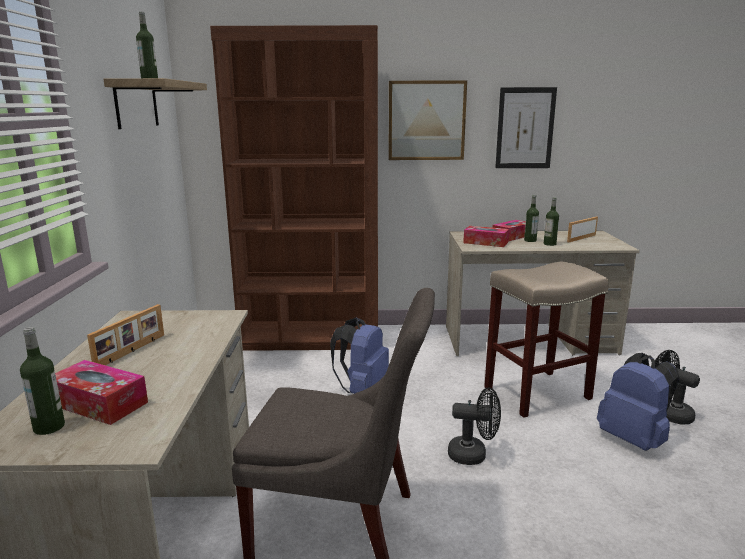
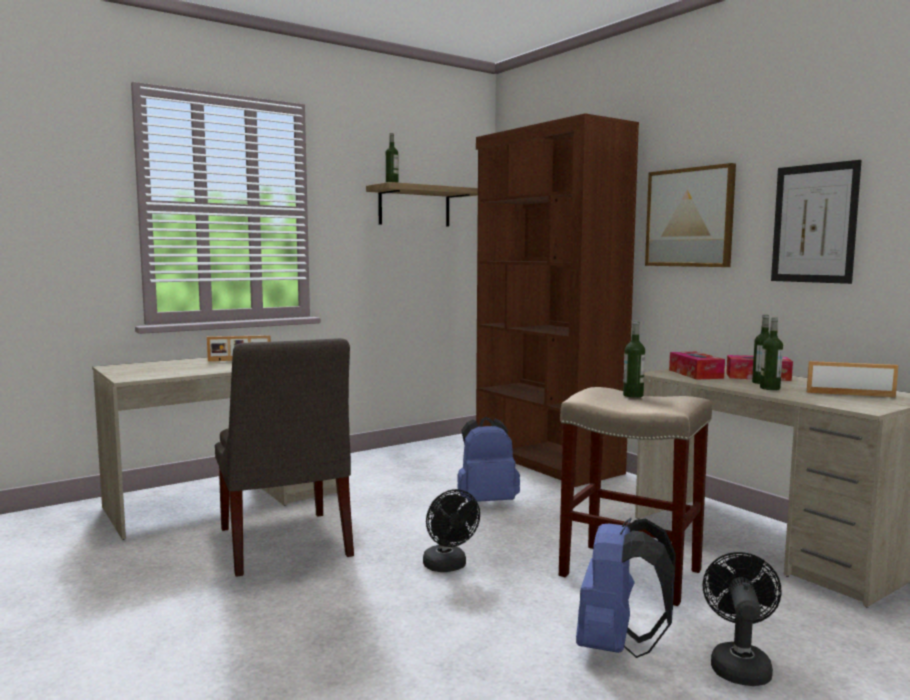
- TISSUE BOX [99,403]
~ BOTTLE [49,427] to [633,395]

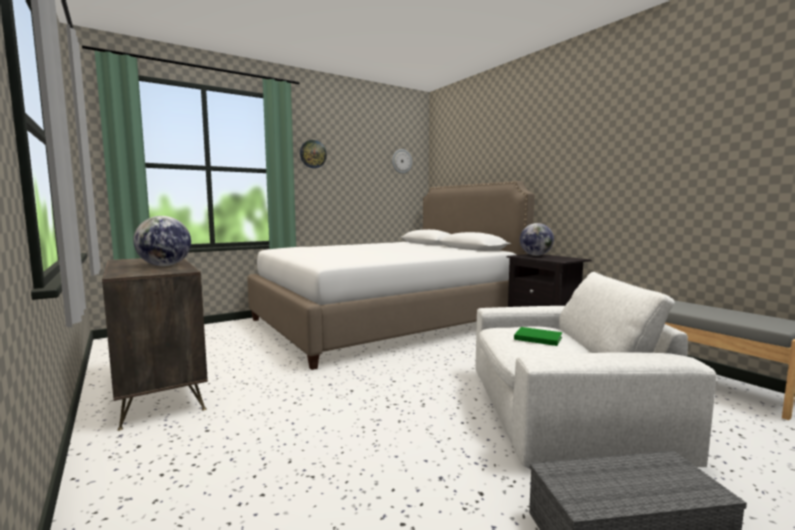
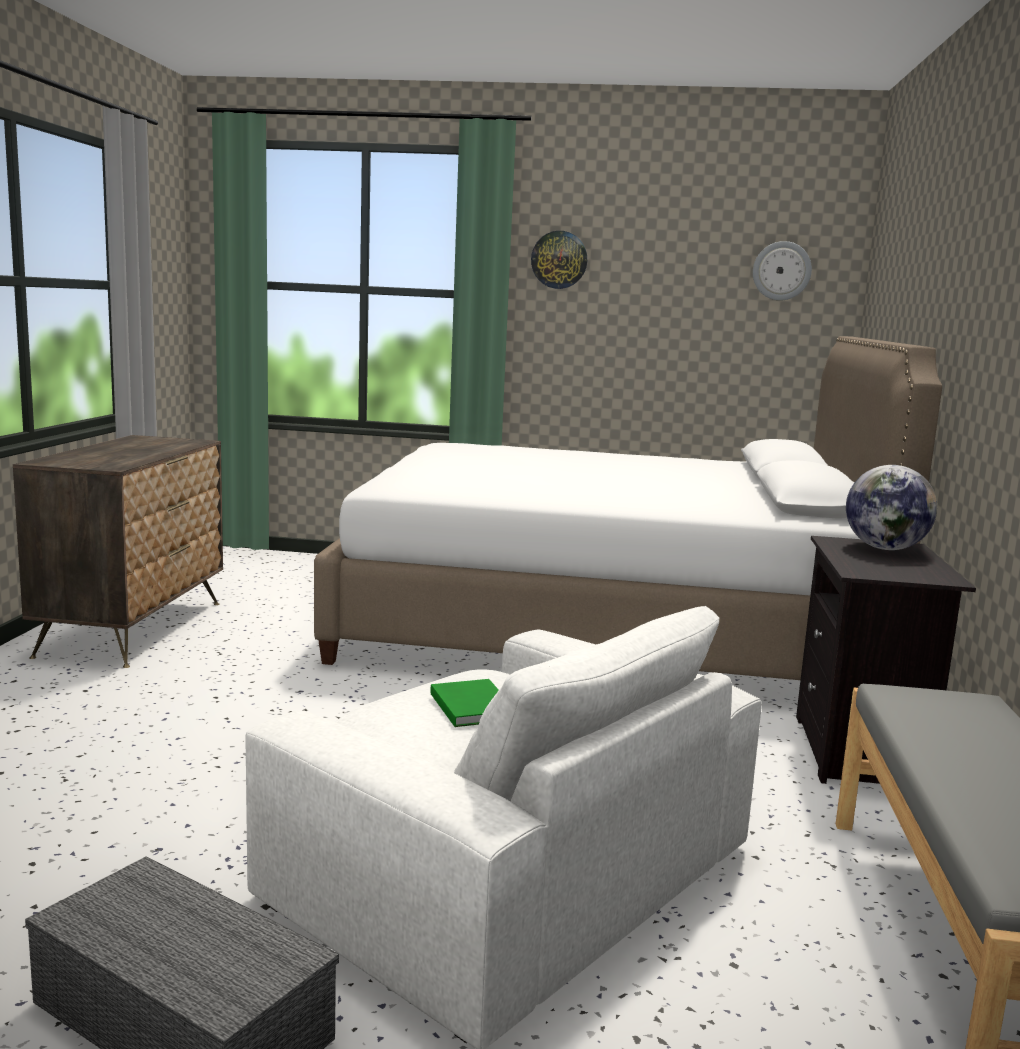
- GLOBE [164,266]

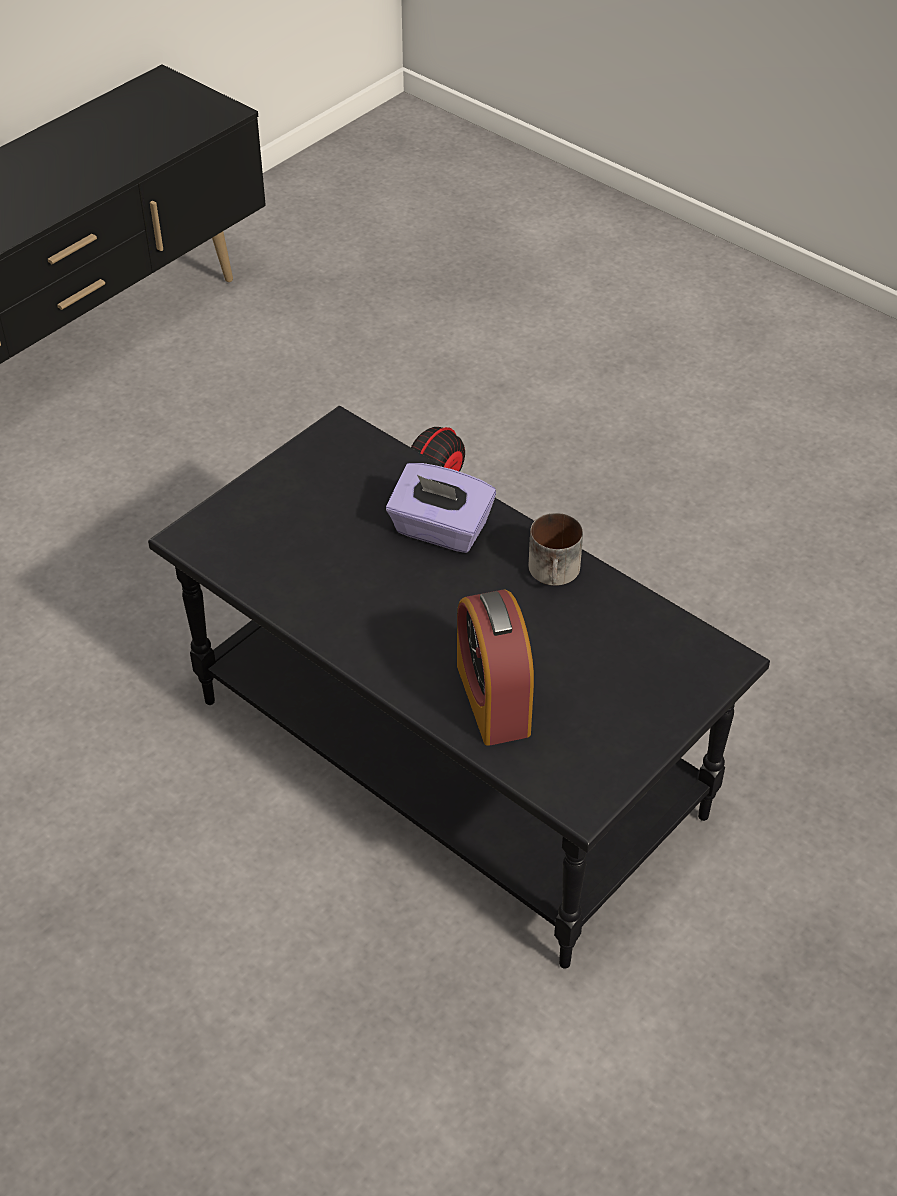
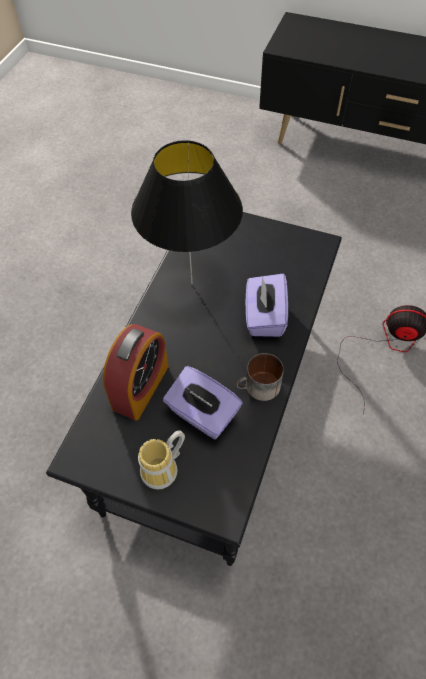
+ BLACK TABLE LAMP [191,283]
+ MUG [165,470]
+ PURPLE TISSUE BOX [202,414]
~ ALARM CLOCK [493,699] = [140,387] 150 degrees clockwise

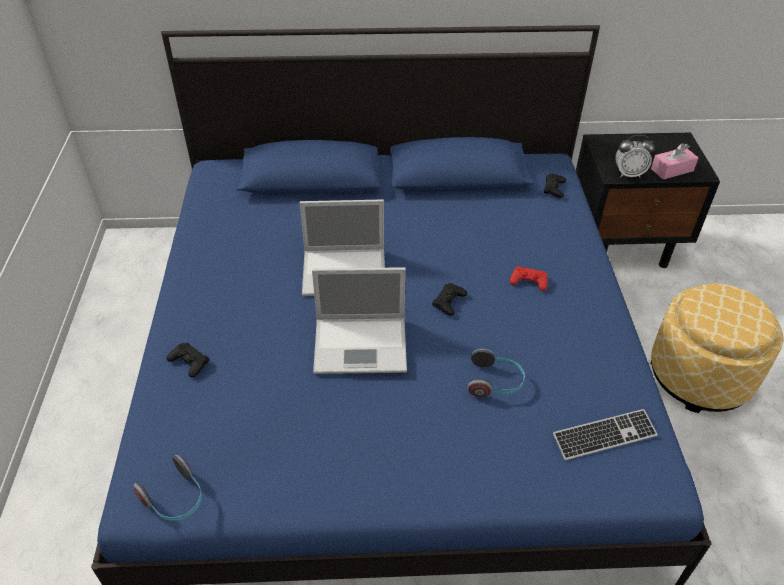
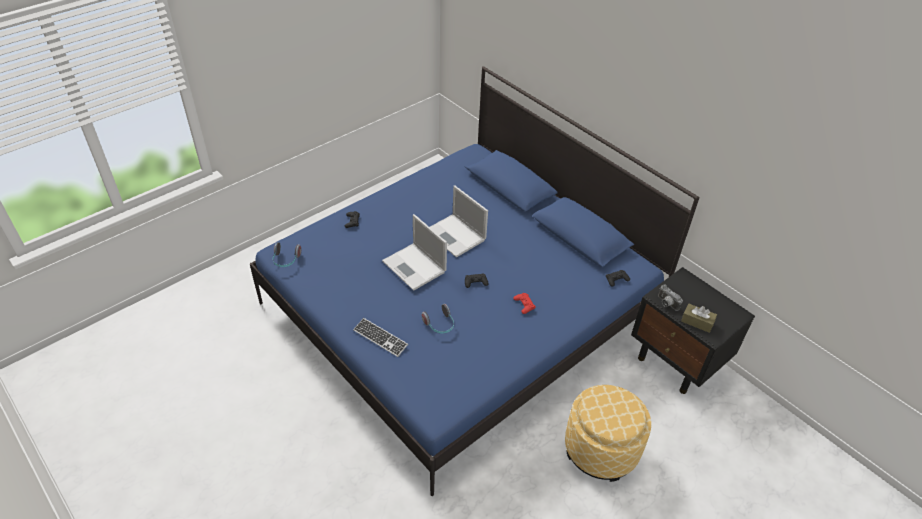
~ KEYBOARD [604,436] to [380,338]
~ ALARM CLOCK [629,174] to PHOTO CAMERA [666,304]
~ PINK TISSUE BOX [672,170] to BROWN TISSUE BOX [697,322]

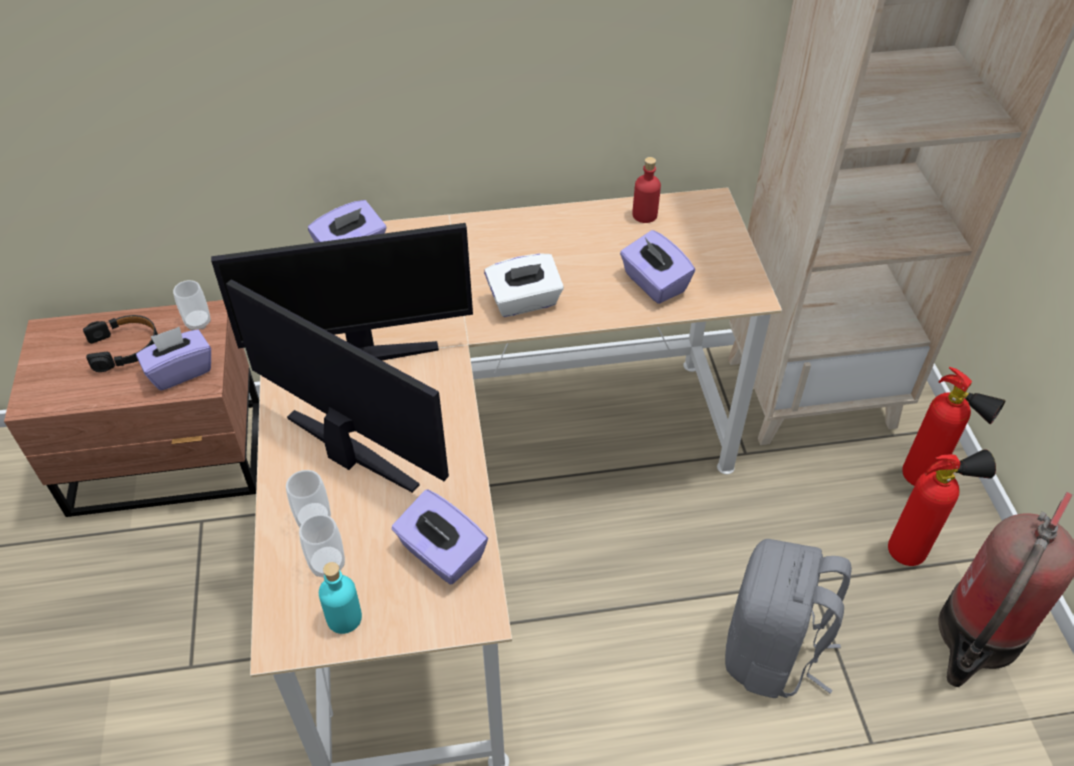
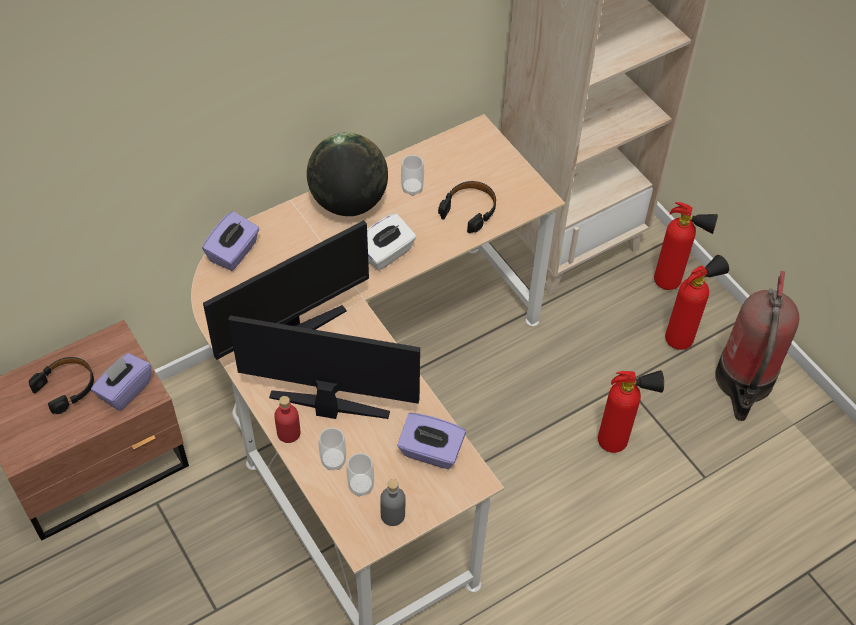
+ GLOBE [349,202]
~ CUP [198,322] to [412,188]
~ RED BOTTLE [644,215] to [288,433]
~ PURPLE TISSUE BOX [654,283] to BLACK HEADPHONES [469,210]
~ GREY BACKPACK [772,652] to FIRE EXTINGUISHER [619,442]
~ TURQUOISE BOTTLE [344,618] to GREY BOTTLE [393,515]

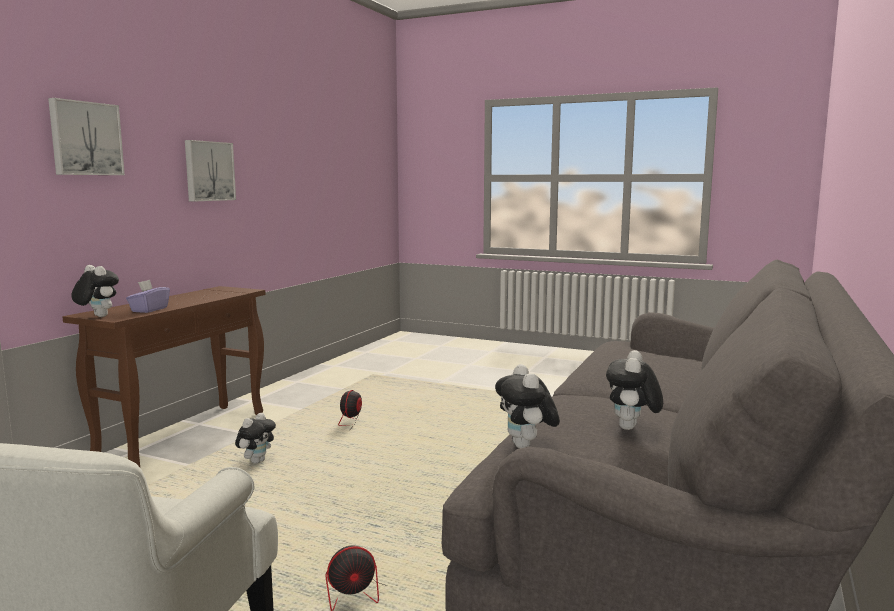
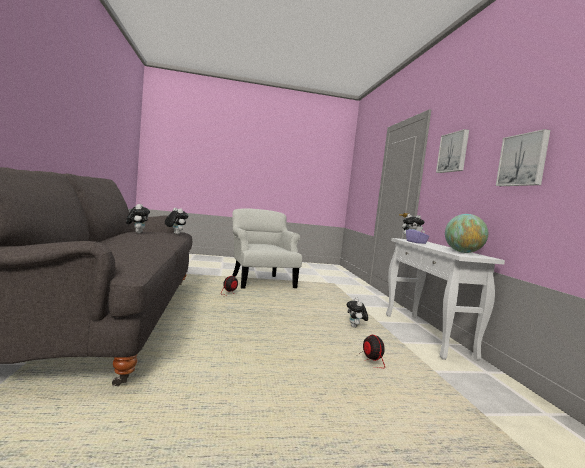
+ GLOBE [463,252]
~ BROWN CONSOLE TABLE [185,435] to WHITE CONSOLE TABLE [427,335]

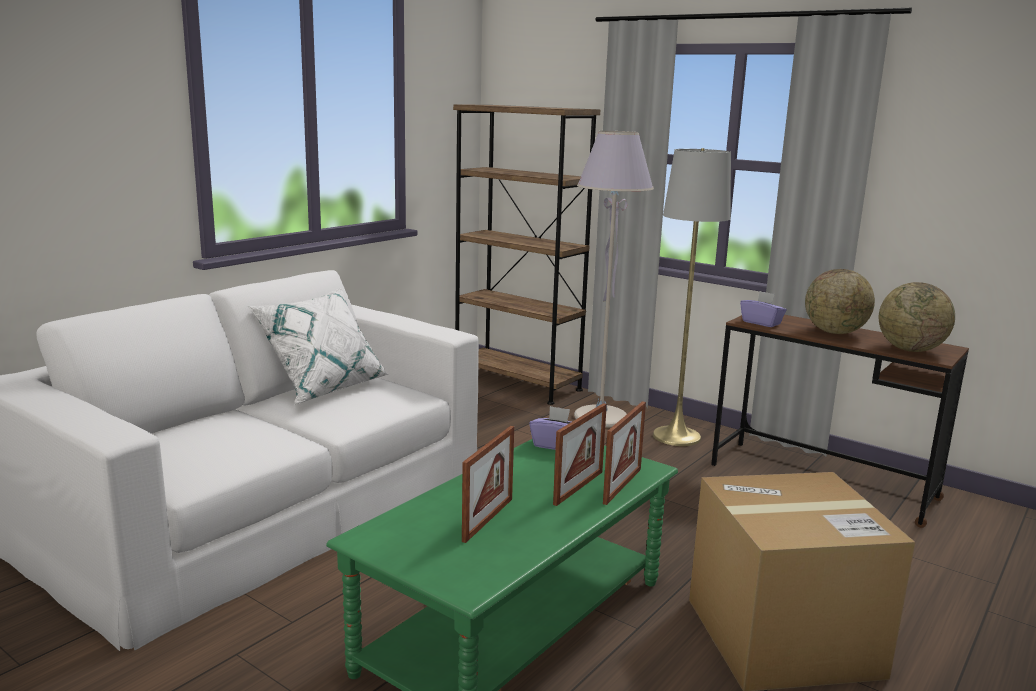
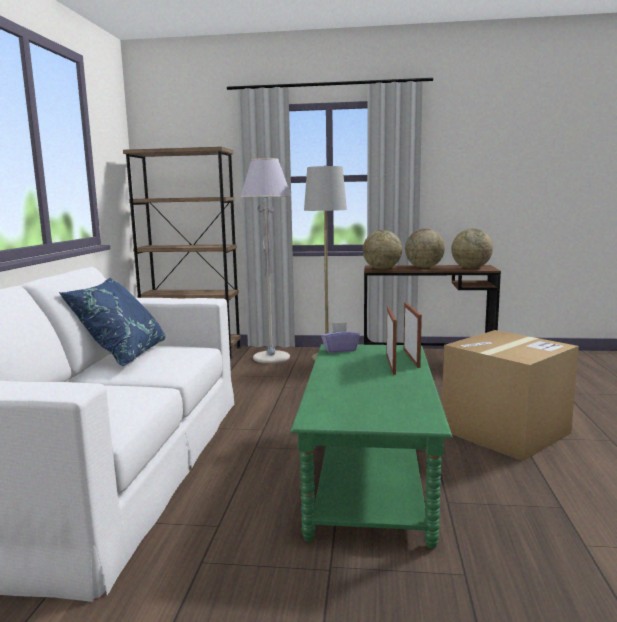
- PICTURE FRAME [488,519]
~ PURPLE TISSUE BOX [761,323] to GLOBE [382,269]
~ WHITE PILLOW [324,387] to BLUE PILLOW [122,356]

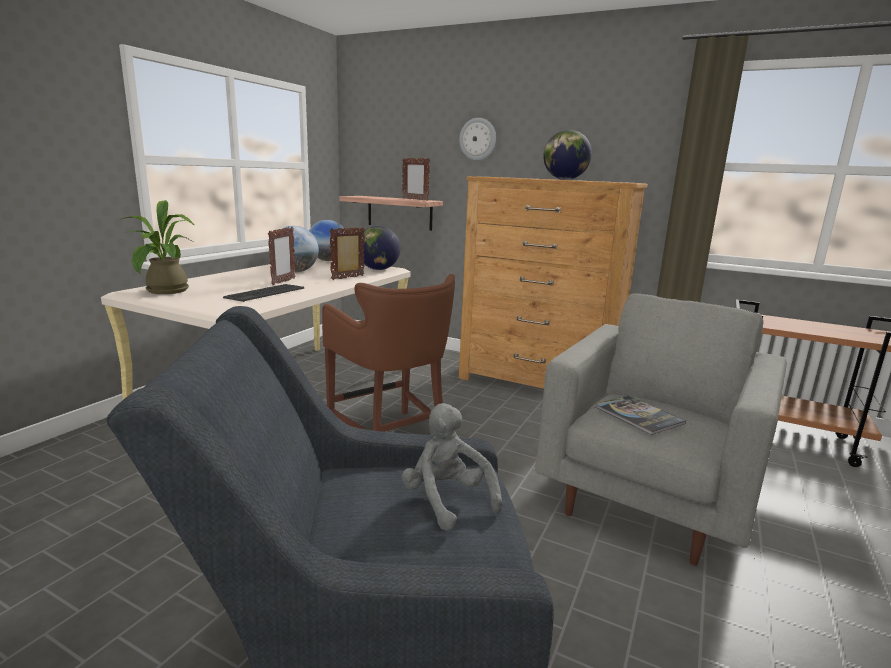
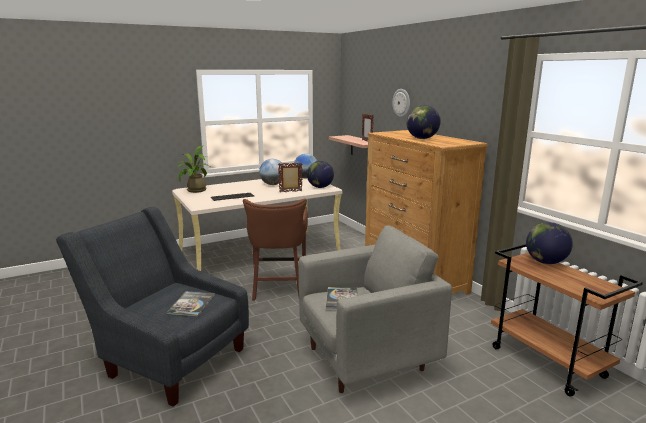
- PICTURE FRAME [283,282]
+ GLOBE [545,262]
~ GREY PLUSH TOY [447,500] to BOOK [191,304]

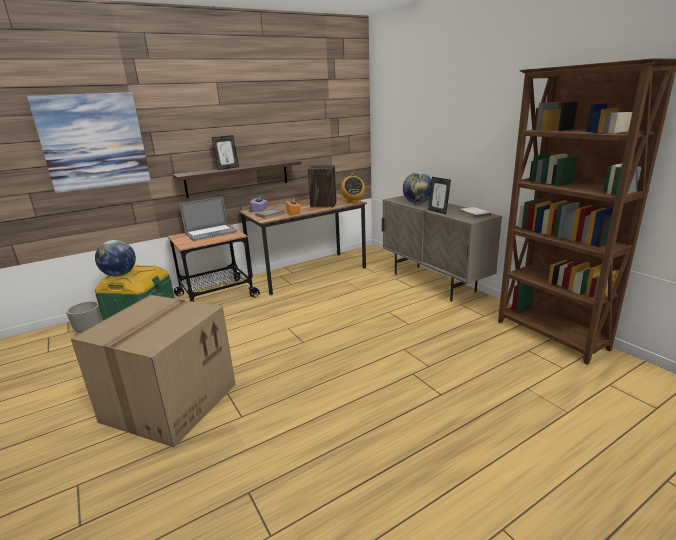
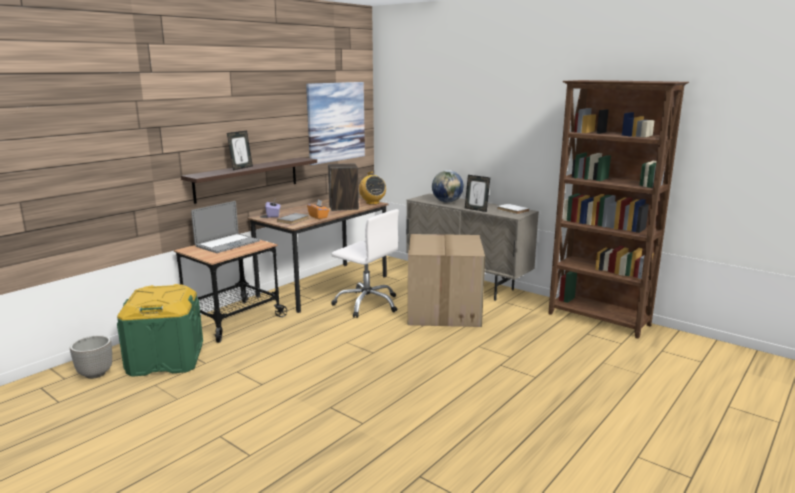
- GLOBE [119,275]
+ WHITE OFFICE CHAIR [367,304]
~ PICTURE [93,142] to [336,122]
~ CARDBOARD BOX [170,401] to [442,310]

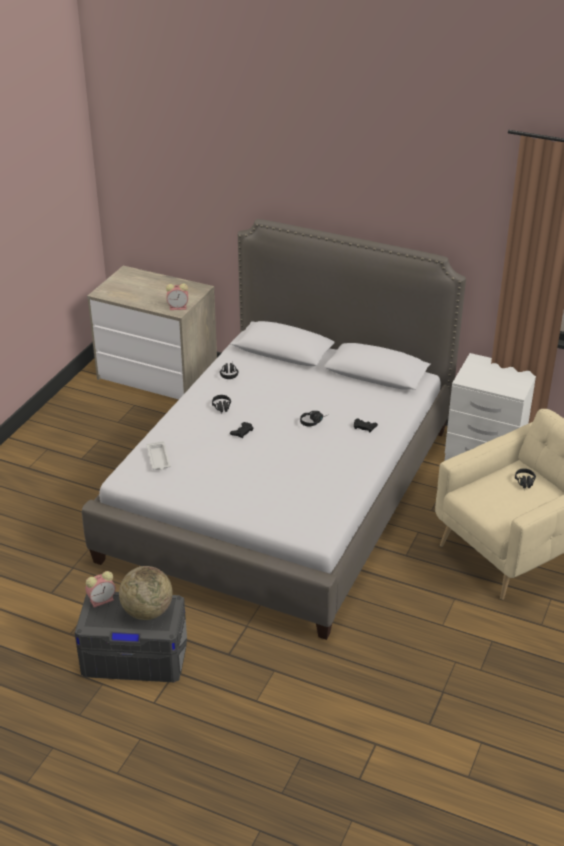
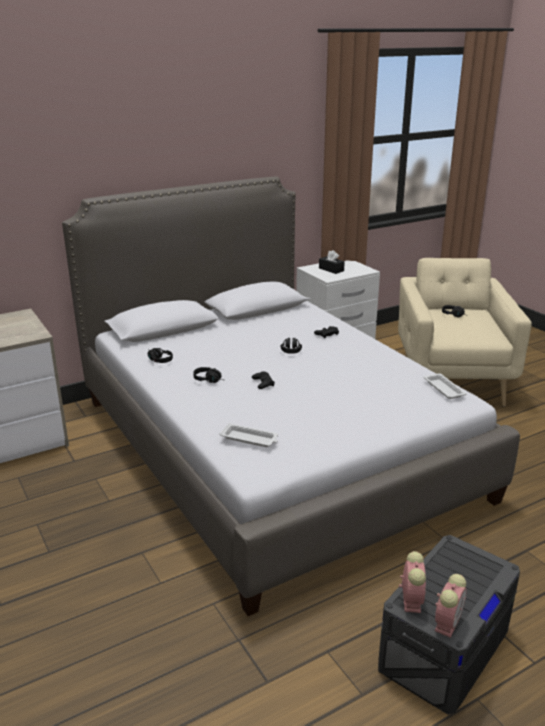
- GLOBE [147,611]
+ BLACK TISSUE BOX [331,269]
+ WHITE TRAY [443,388]
~ ALARM CLOCK [178,307] to [447,622]

